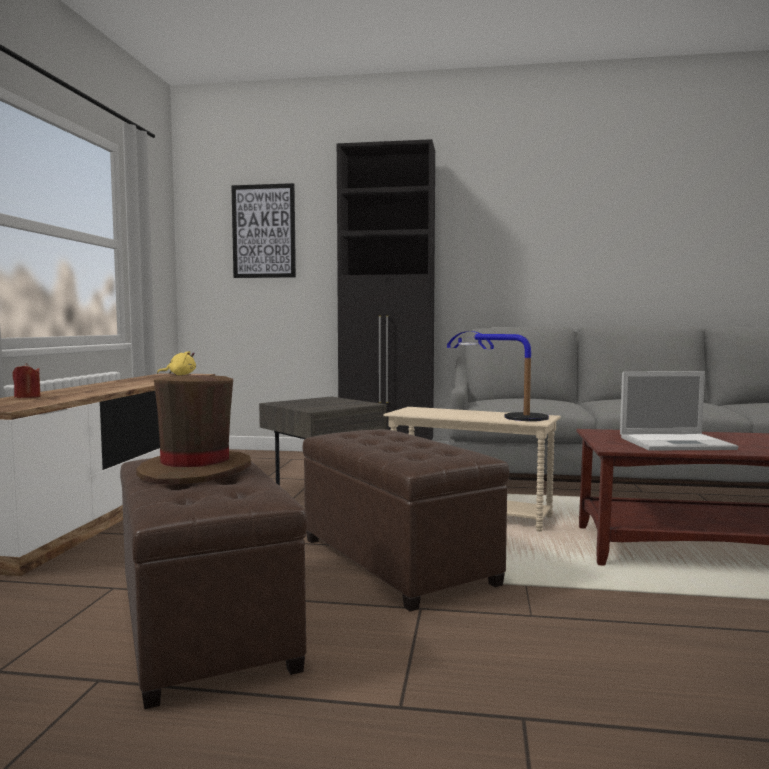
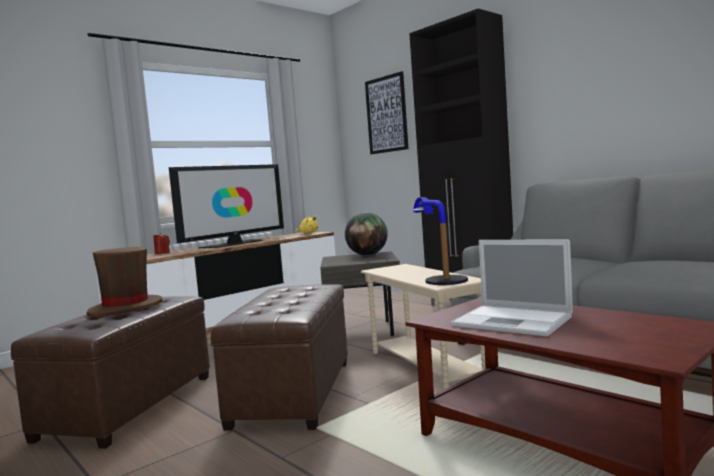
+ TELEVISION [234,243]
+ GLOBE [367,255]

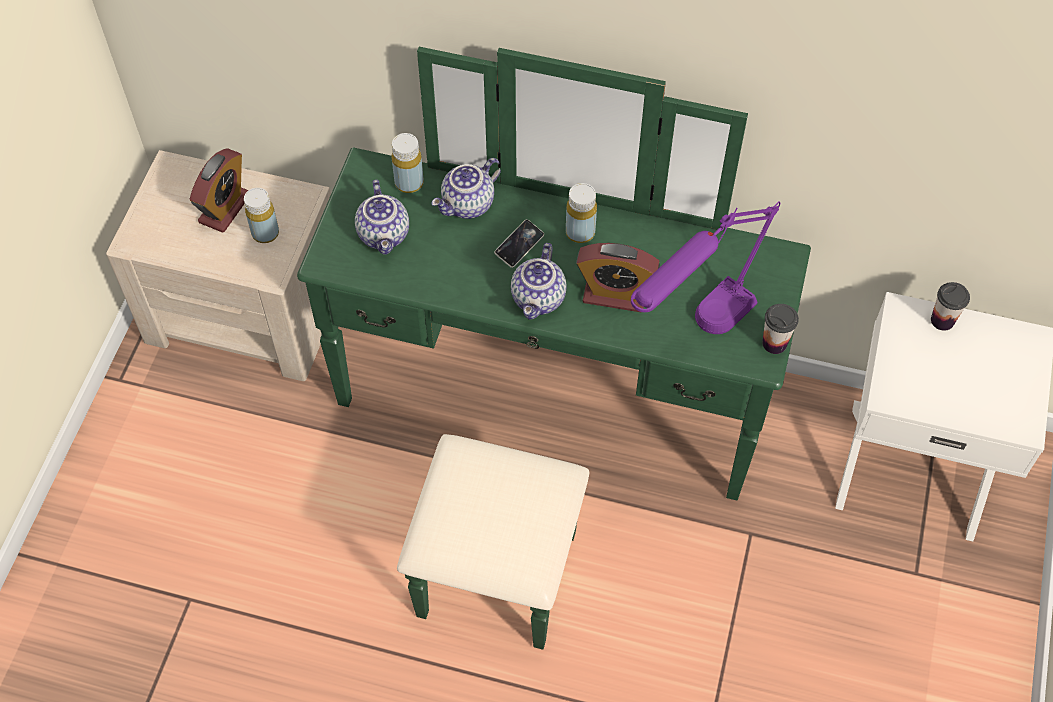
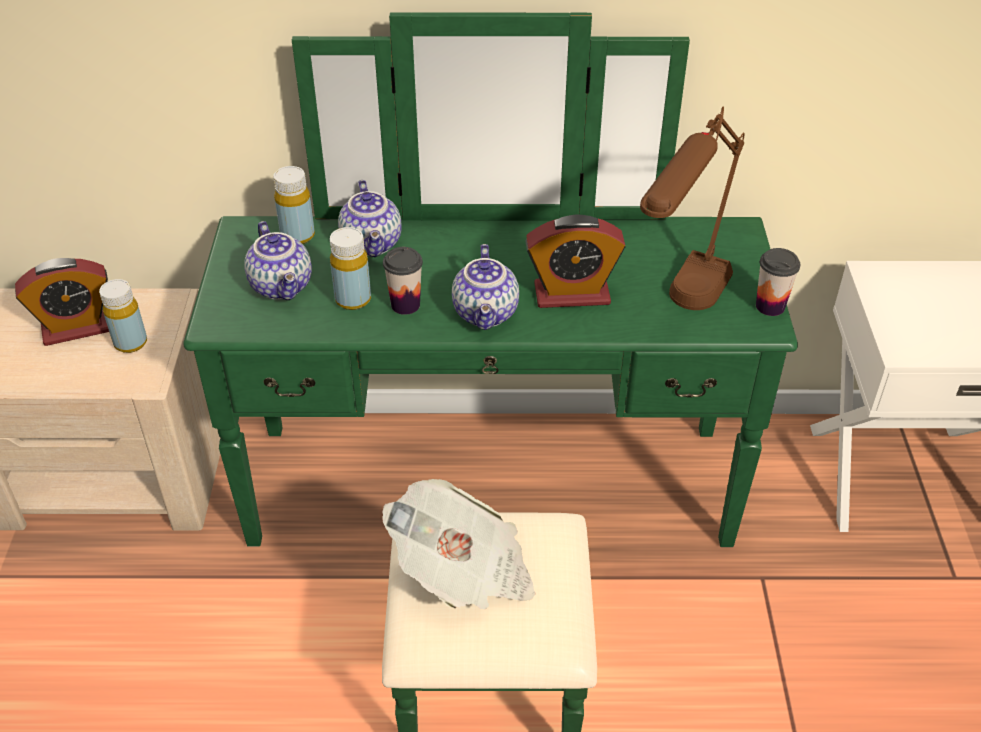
- PHONE [519,245]
+ NEWSPAPER [463,571]
~ YELLOW BOTTLE [580,232] to [353,299]
~ CUP [942,320] to [405,305]
~ PURPLE TABLE LAMP [695,336] to BROWN TABLE LAMP [680,315]
~ ALARM CLOCK [225,208] = [76,328] 60 degrees clockwise
~ TEAPOT [468,205] = [373,244] 45 degrees counterclockwise

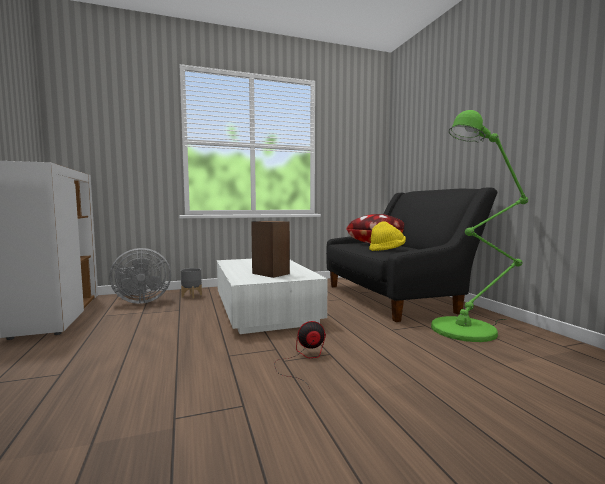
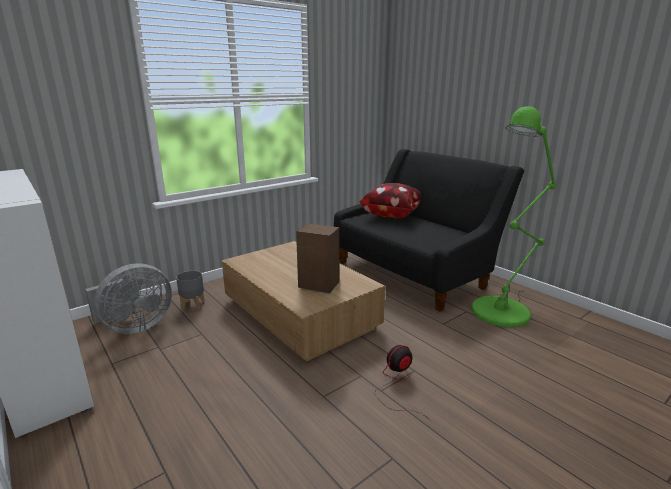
- YELLOW HAT [387,250]
~ WHITE COFFEE TABLE [264,309] to BROWN COFFEE TABLE [299,314]

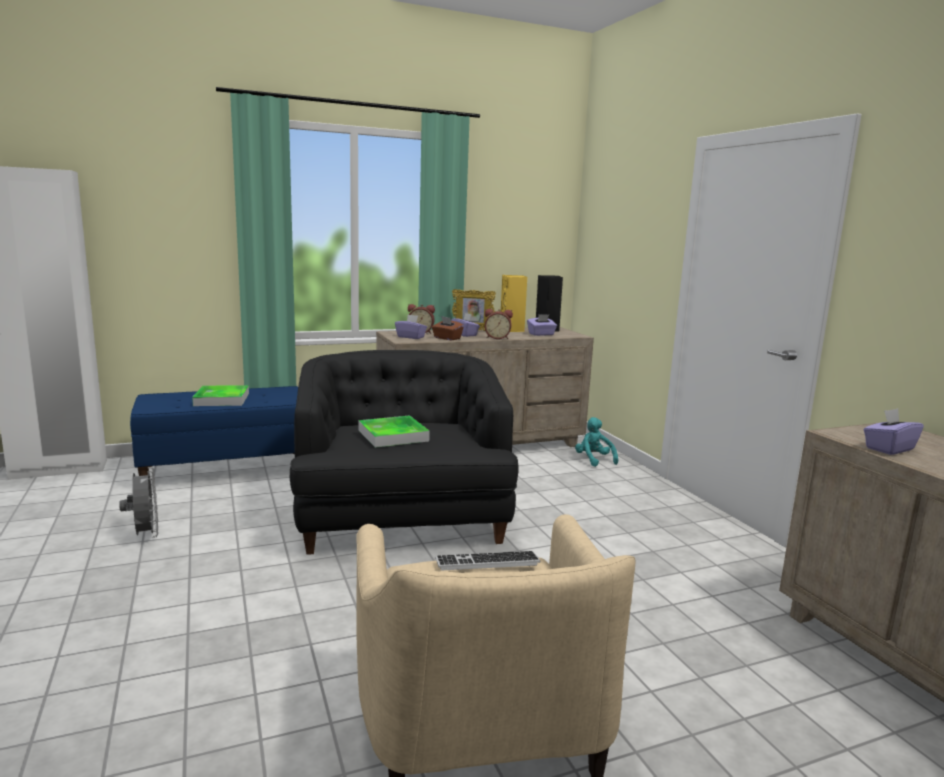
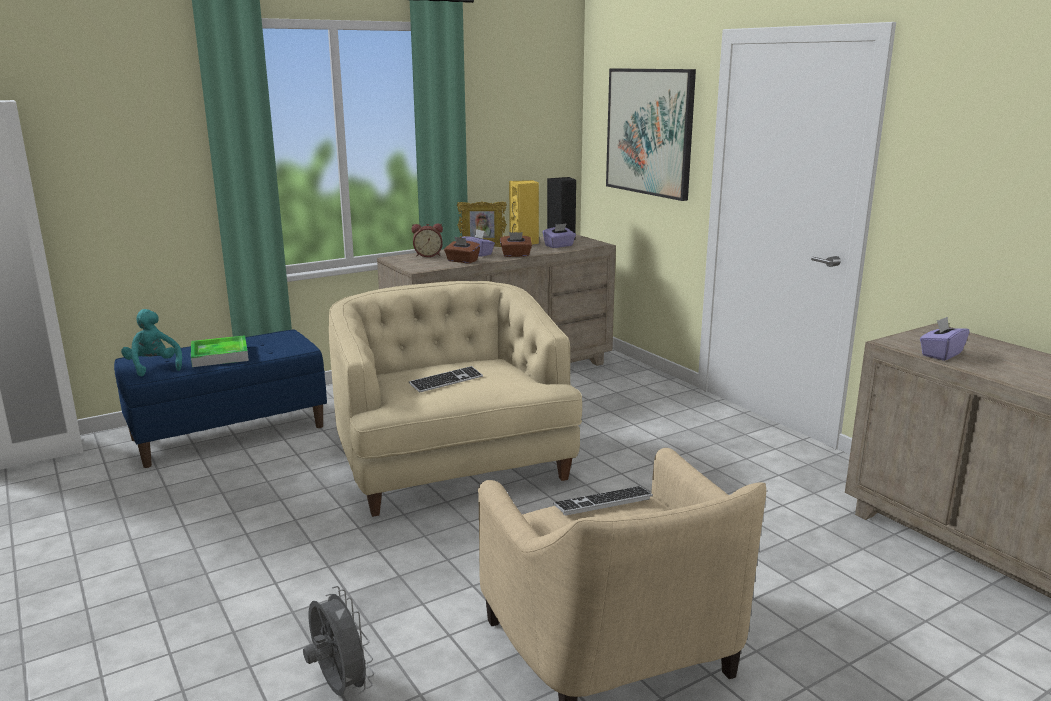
- PURPLE TISSUE BOX [411,337]
+ PICTURE [650,132]
~ GREY FAN [145,535] to [339,687]
~ TURQUOISE PLUSH TOY [594,460] to [154,367]
~ TRAY [393,435] to KEYBOARD [446,381]
~ ALARM CLOCK [497,338] to BROWN TISSUE BOX [516,255]
~ BLACK ARMCHAIR [400,517] to BEIGE ARMCHAIR [451,465]

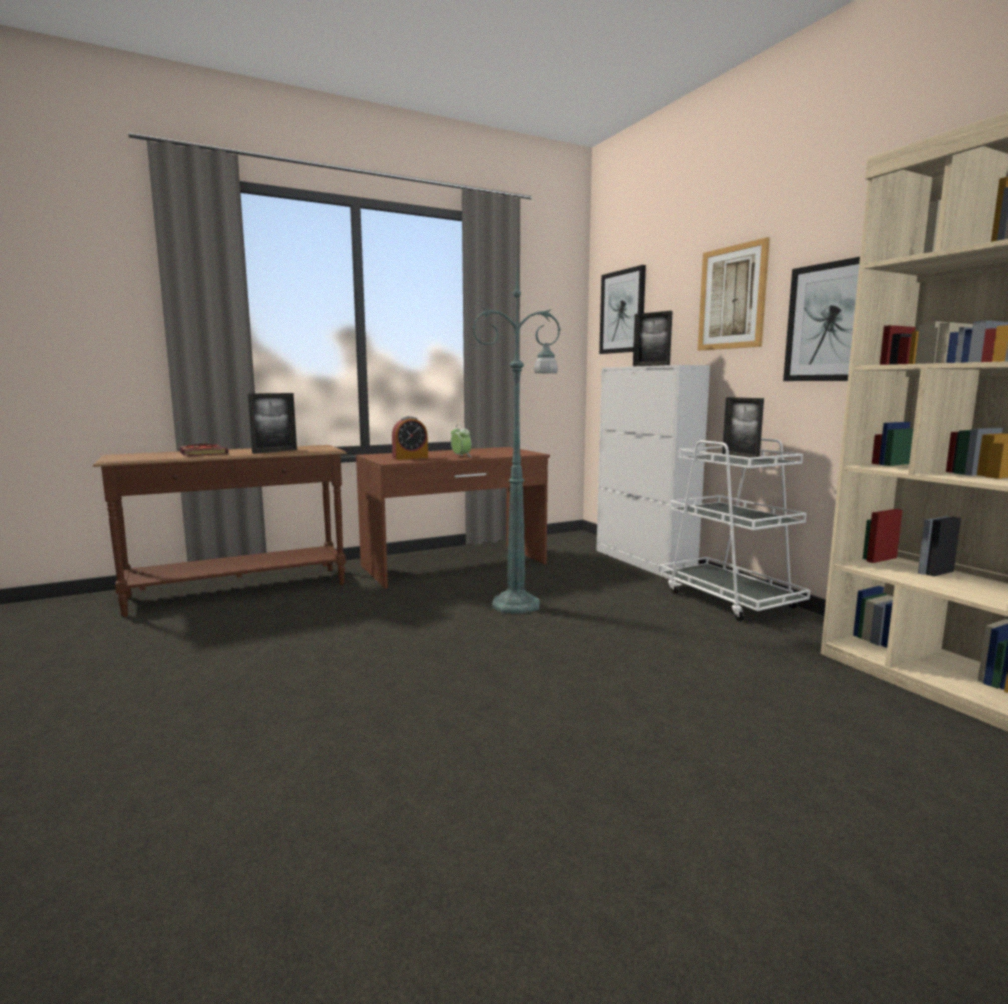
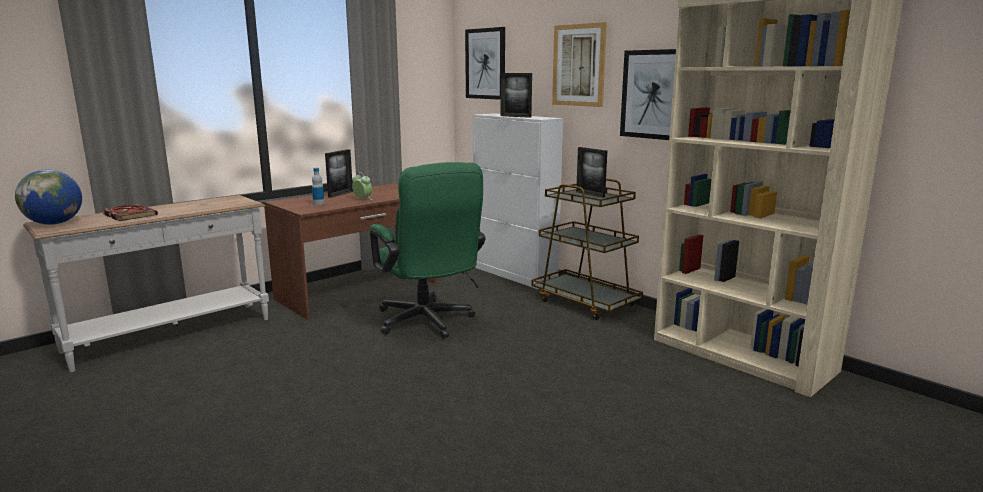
+ GLOBE [54,224]
~ PICTURE FRAME [275,451] to [340,194]
~ ALARM CLOCK [410,458] to BOTTLE [318,204]
~ GREEN FLOOR LAMP [519,604] to GREEN OFFICE CHAIR [427,323]
~ BROWN CONSOLE TABLE [238,591] to WHITE CONSOLE TABLE [171,335]
~ WHITE CART [728,599] to BROWN CART [585,302]

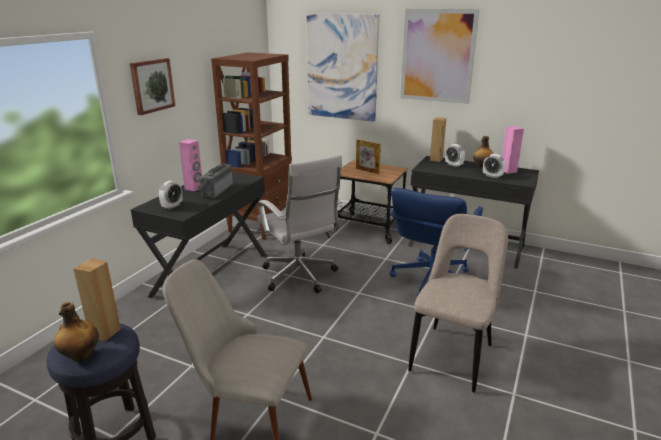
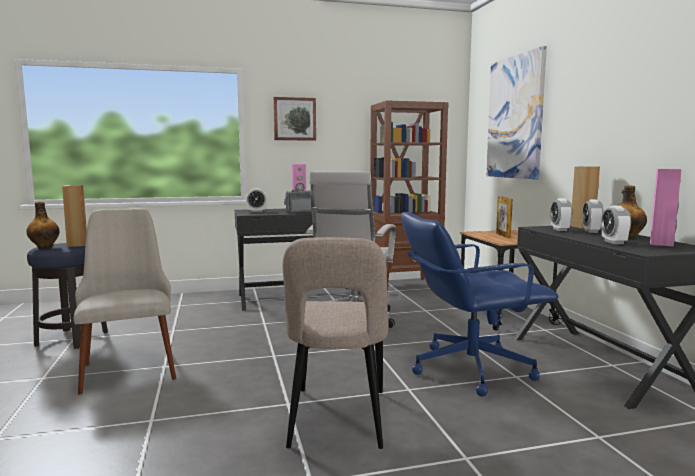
- PICTURE [437,56]
+ ALARM CLOCK [560,229]
~ BEIGE CHAIR [453,355] = [337,421] 105 degrees clockwise

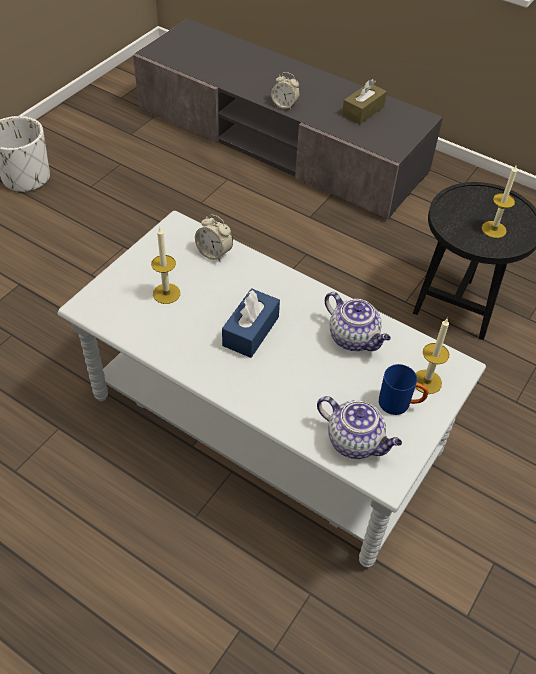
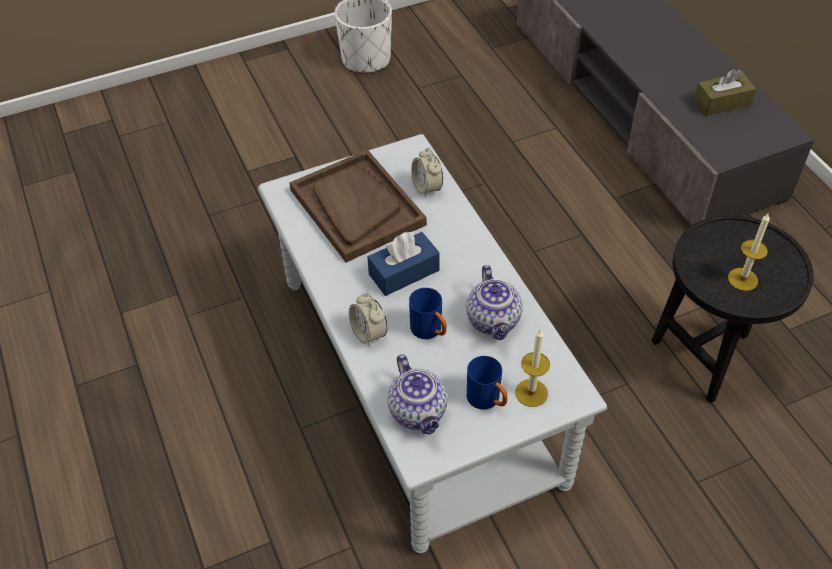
+ BLUE MUG [430,331]
~ ALARM CLOCK [284,105] to [369,333]
~ CANDLE [166,293] to BROWN TRAY [356,207]

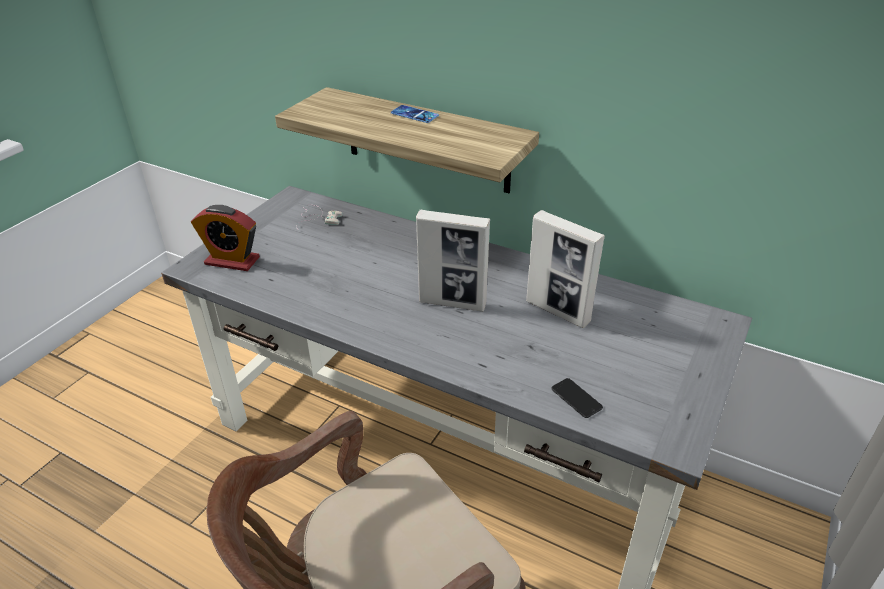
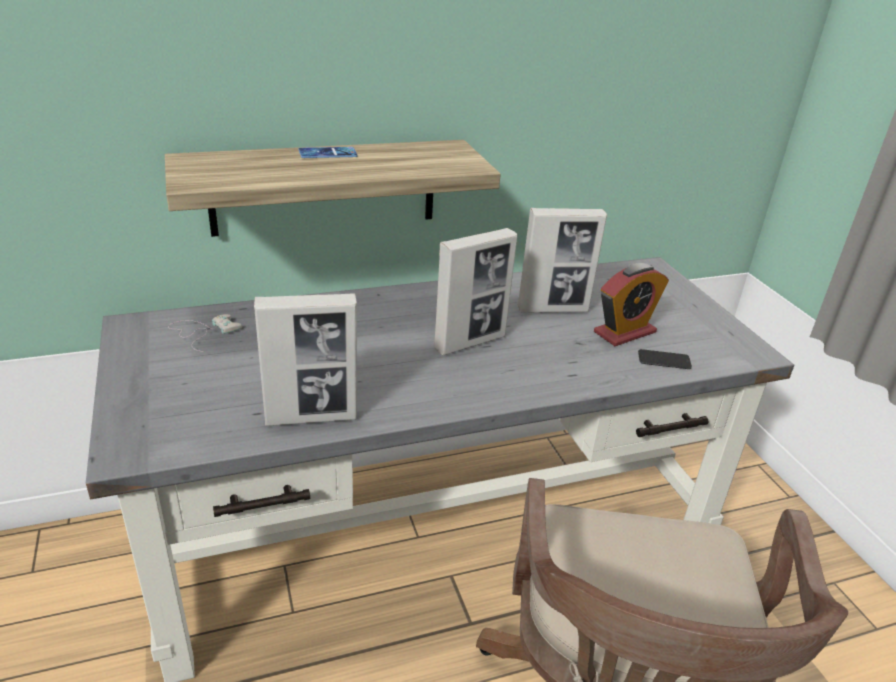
+ PICTURE FRAME [311,417]
~ ALARM CLOCK [232,261] to [624,332]

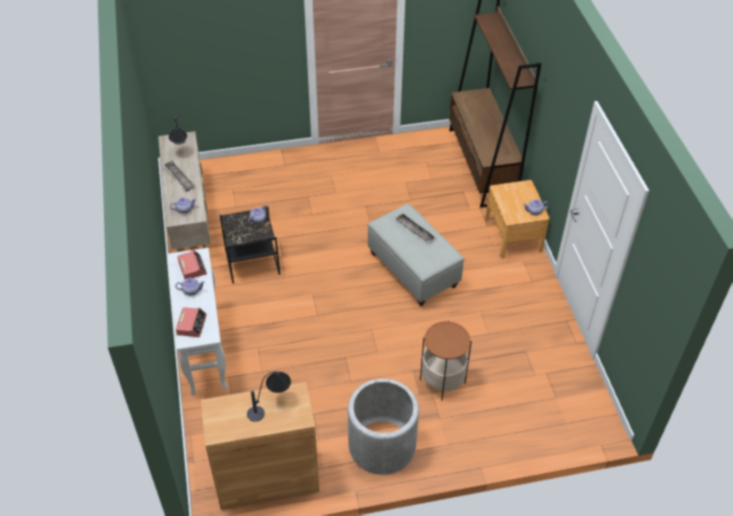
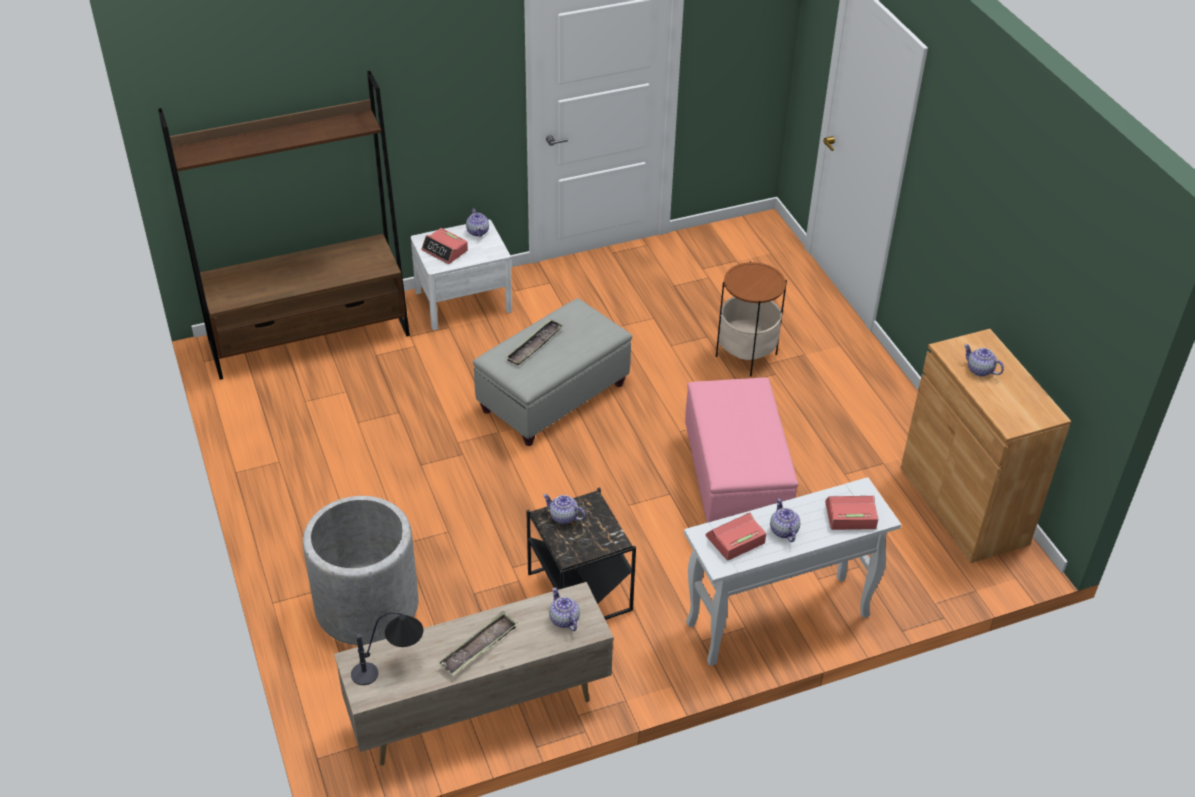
+ ALARM CLOCK [445,251]
+ PINK OTTOMAN [735,482]
~ GREY PLANTER [382,445] to [367,605]
~ TABLE LAMP [271,404] to TEAPOT [979,370]
~ BROWN NIGHTSTAND [513,235] to WHITE NIGHTSTAND [463,301]

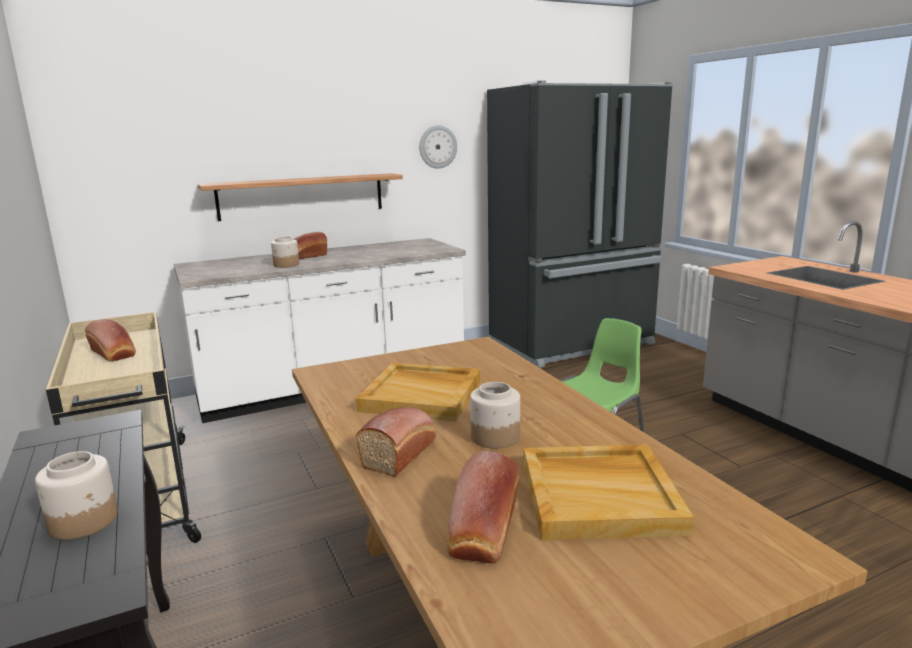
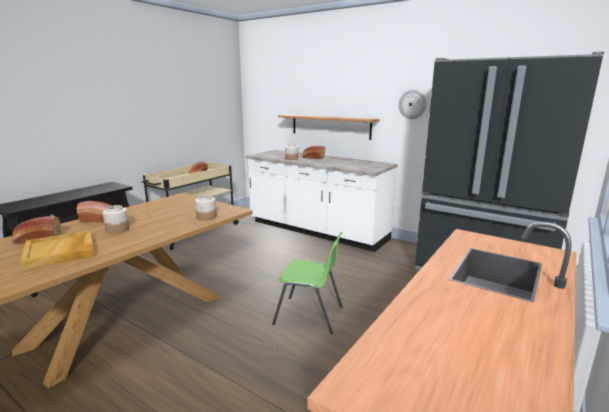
- BEIGE TRAY [422,395]
~ JAR [84,521] to [206,217]

